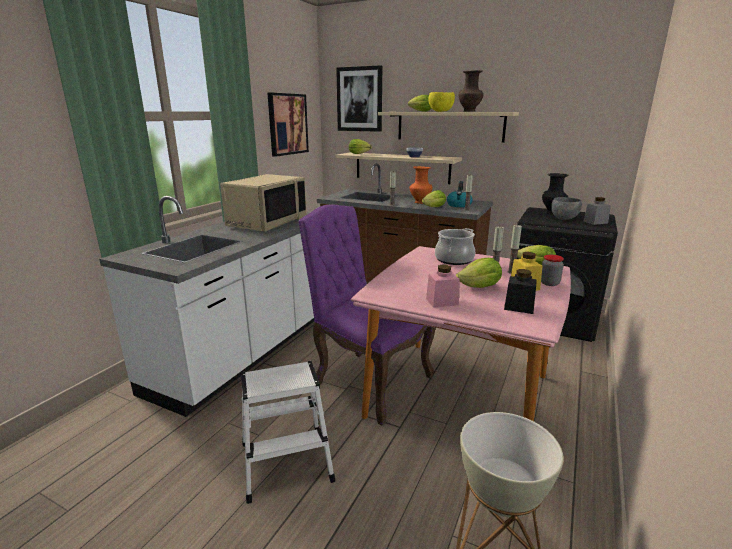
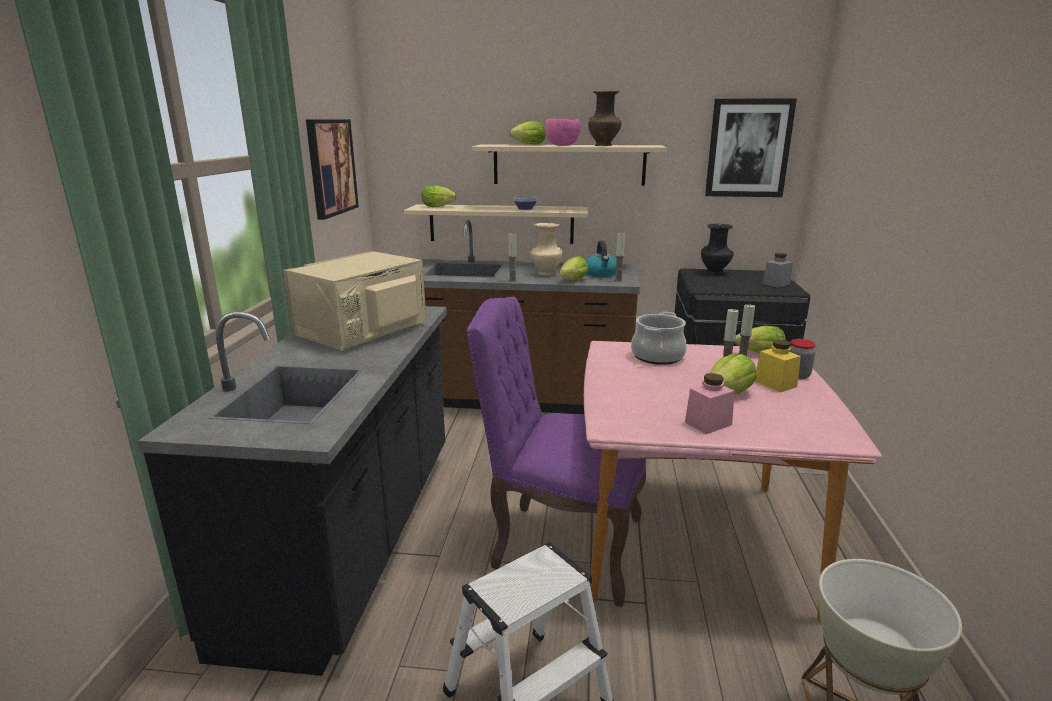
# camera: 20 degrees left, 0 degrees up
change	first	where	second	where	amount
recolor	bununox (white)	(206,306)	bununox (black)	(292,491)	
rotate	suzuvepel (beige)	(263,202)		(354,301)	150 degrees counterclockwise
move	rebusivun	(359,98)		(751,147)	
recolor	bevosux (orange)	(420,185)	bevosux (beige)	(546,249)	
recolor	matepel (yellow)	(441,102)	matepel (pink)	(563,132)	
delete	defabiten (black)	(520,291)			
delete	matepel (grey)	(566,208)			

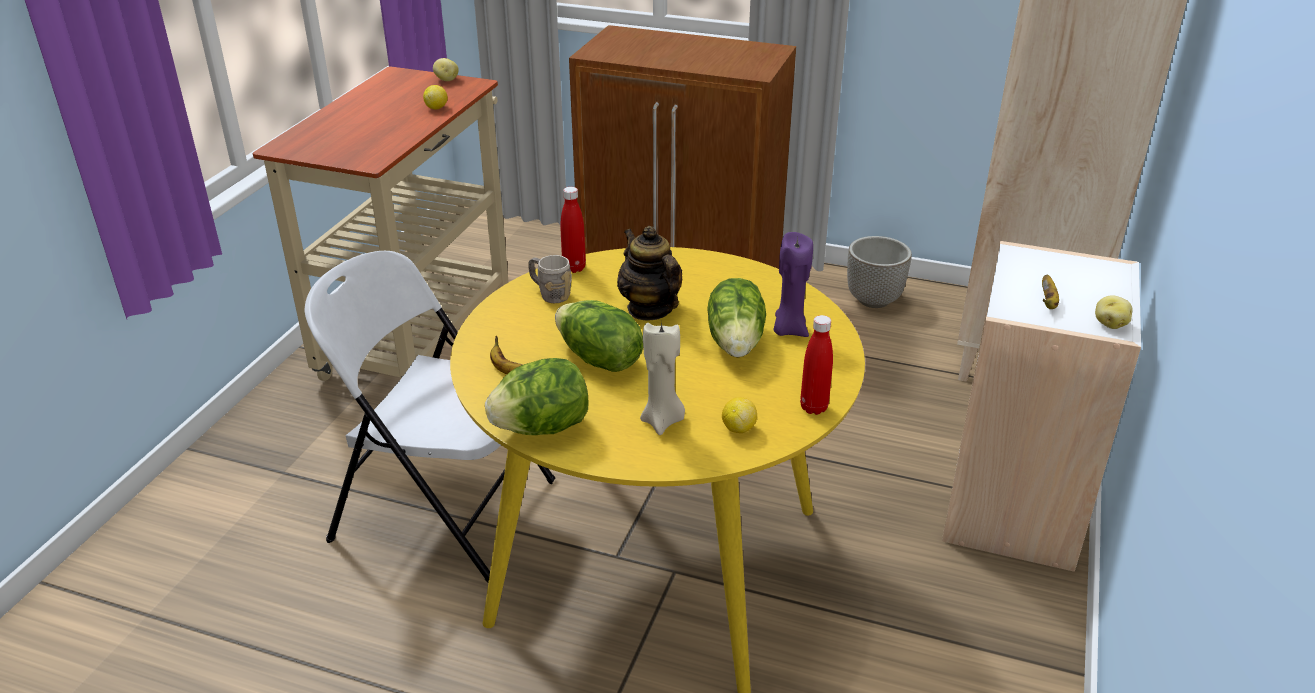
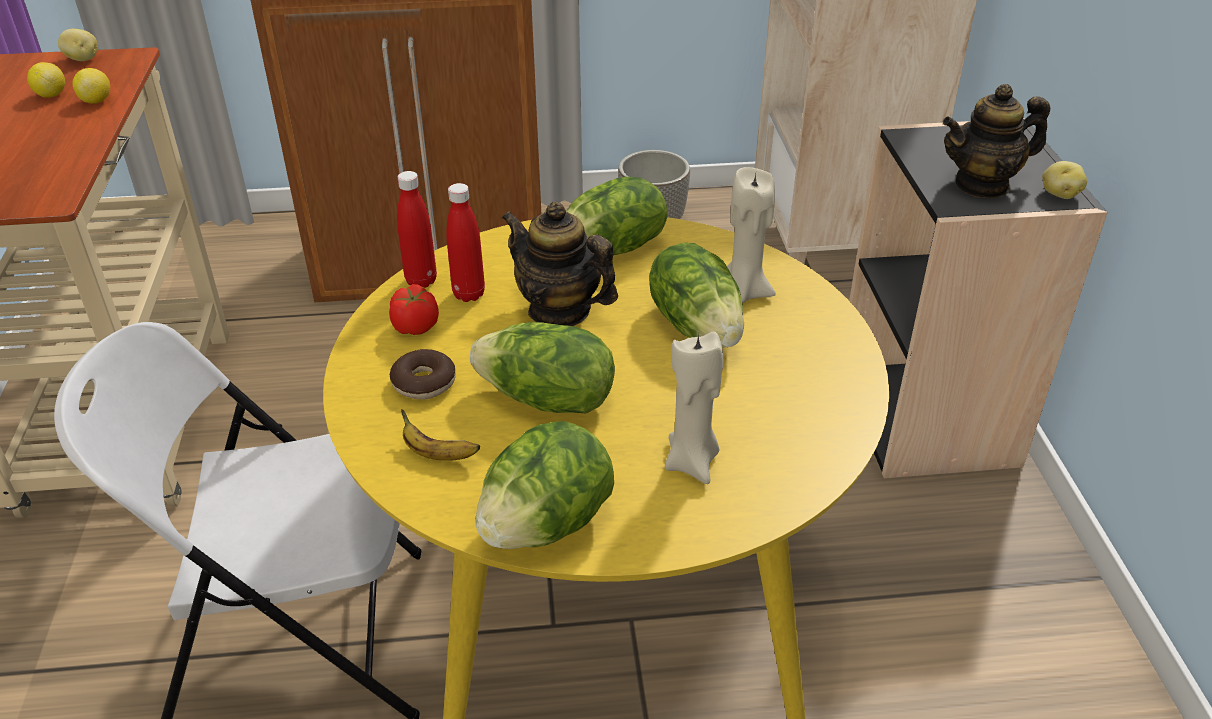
# camera: 25 degrees left, 5 degrees up
change	first	where	second	where	amount
replace	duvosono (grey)	(550,279)	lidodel	(414,309)	
move	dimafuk	(739,415)		(46,79)	
recolor	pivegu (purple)	(793,284)	pivegu (beige)	(751,235)	
move	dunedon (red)	(816,365)		(465,242)	
recolor	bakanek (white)	(1041,406)	bakanek (black)	(978,298)	
replace	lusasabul	(1050,292)	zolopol	(996,141)	
insert			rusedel	(423,374)	
insert			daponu	(617,216)	

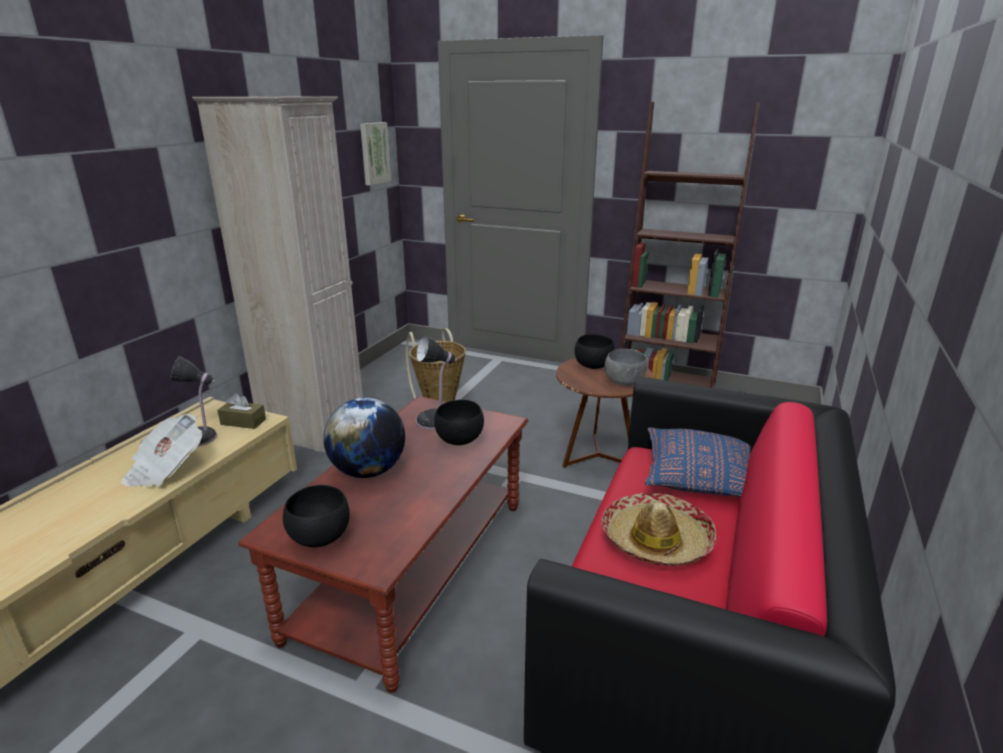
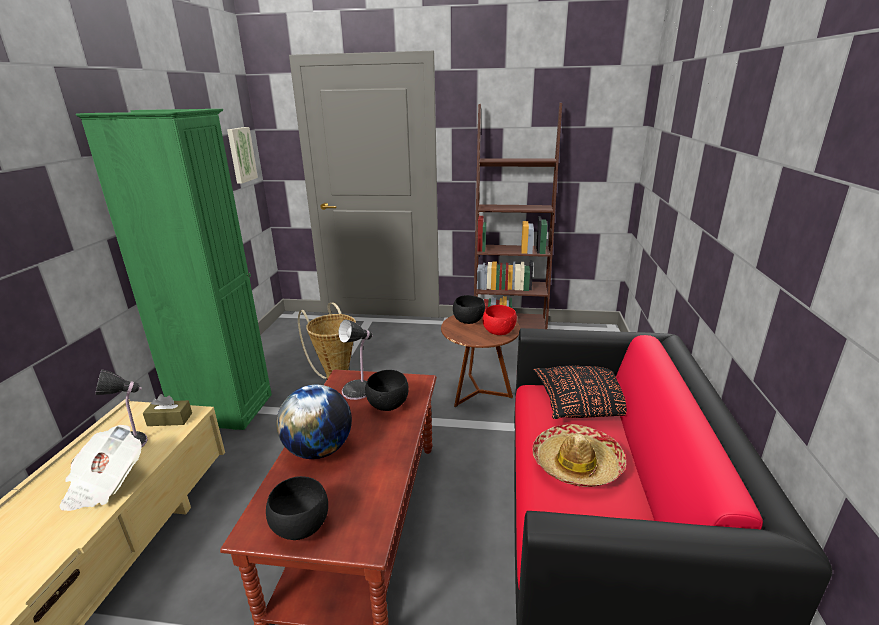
# camera: 15 degrees left, 0 degrees up
change	first	where	second	where	amount
recolor	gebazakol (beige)	(277,274)	gebazakol (green)	(174,269)	
recolor	matepel (grey)	(626,367)	matepel (red)	(500,320)	
recolor	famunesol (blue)	(697,462)	famunesol (black)	(580,392)	

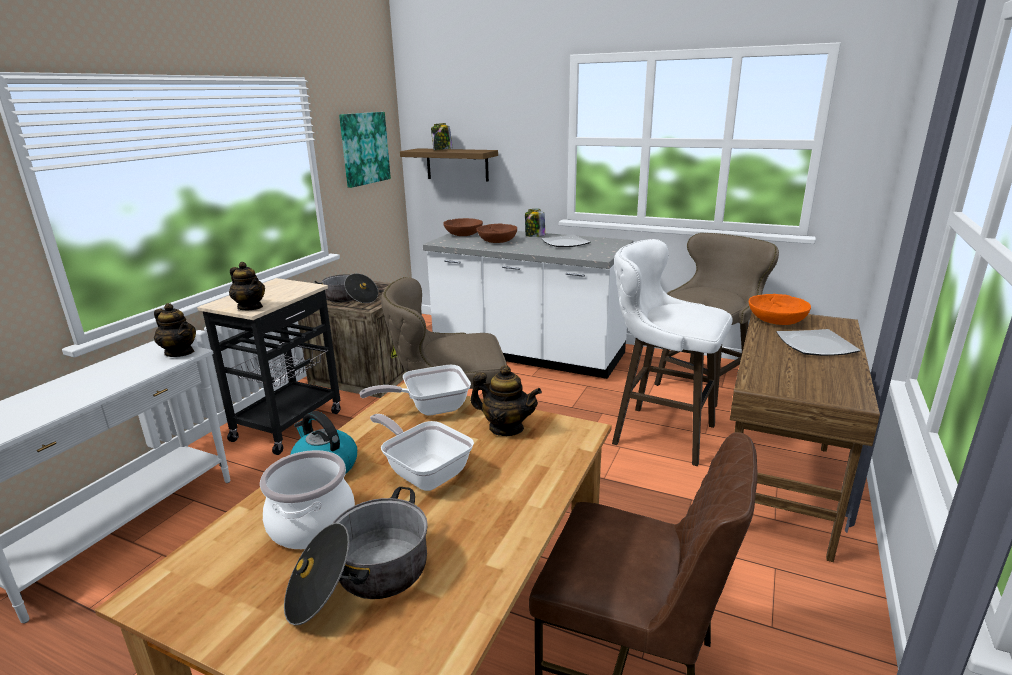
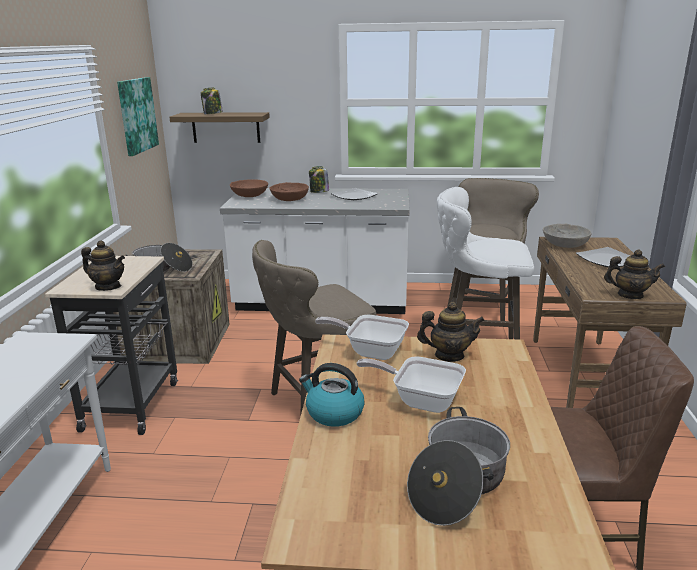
# camera: 20 degrees left, 0 degrees up
change	first	where	second	where	amount
move	zolopol	(175,330)		(634,274)	
delete	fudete	(307,499)			
rotate	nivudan	(415,390)		(362,337)	60 degrees clockwise
recolor	matepel (orange)	(780,309)	matepel (grey)	(567,236)	

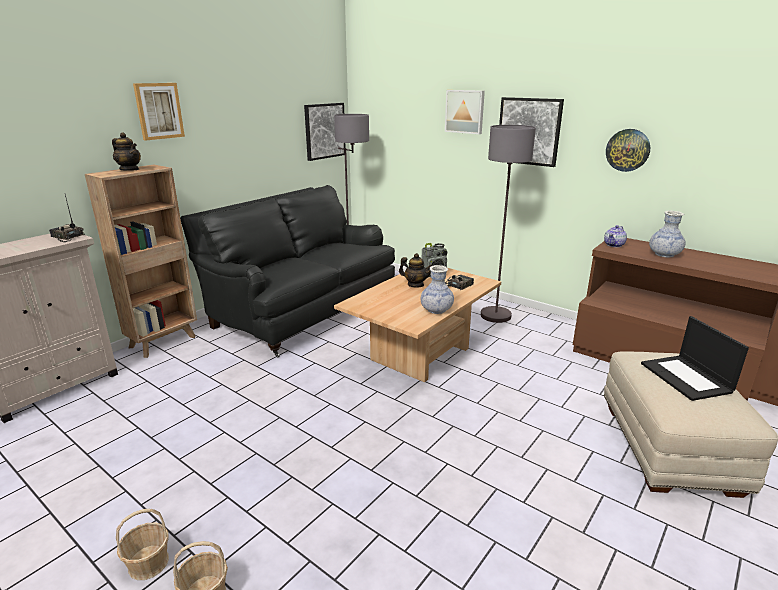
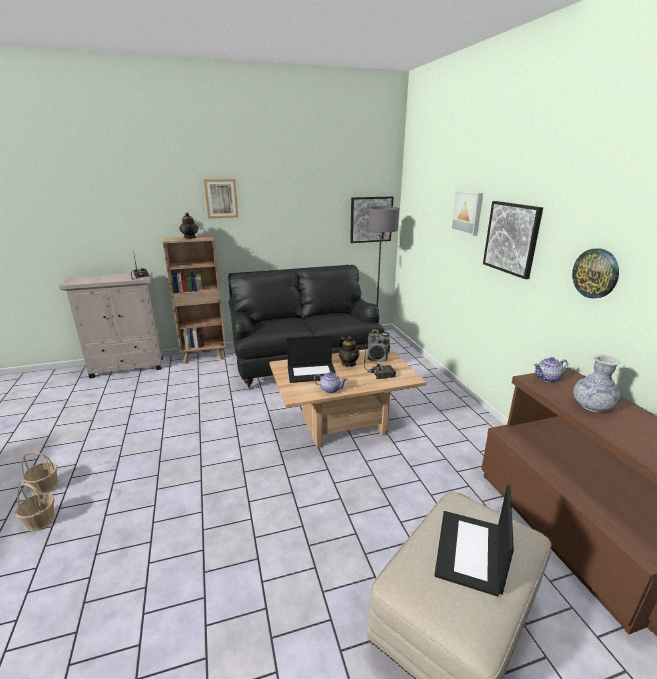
# camera: 35 degrees right, 0 degrees up
change	first	where	second	where	amount
replace	bevosux	(437,289)	zolopol	(330,382)	
delete	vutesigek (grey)	(508,224)			
insert			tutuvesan	(311,359)	

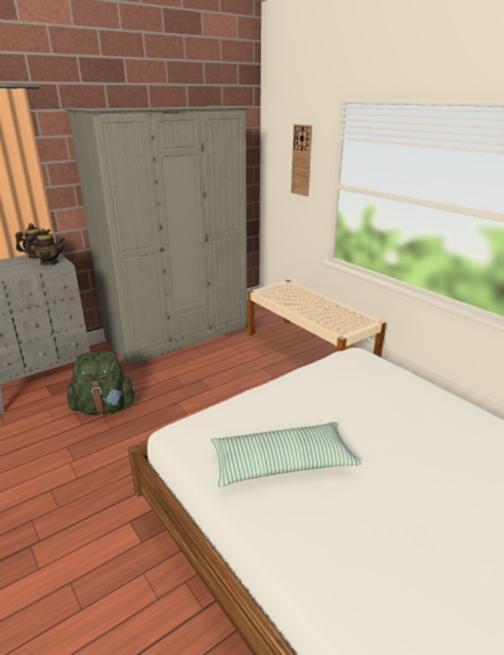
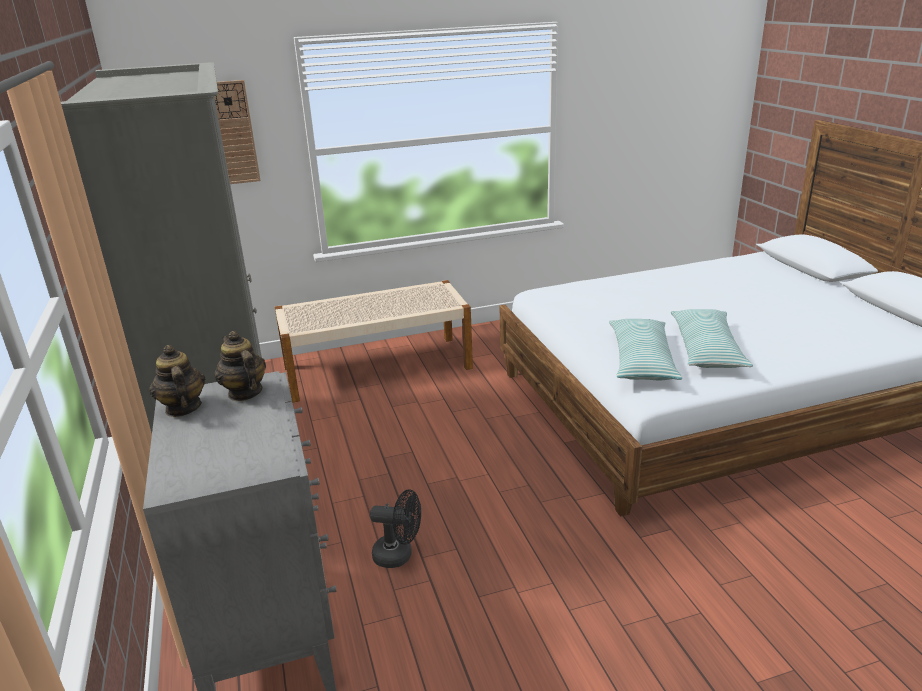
# camera: 70 degrees left, 0 degrees up
change	first	where	second	where	amount
rotate	zolopol	(45,247)		(240,366)	45 degrees counterclockwise
replace	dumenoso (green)	(101,383)	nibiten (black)	(395,528)	
insert			famunesol	(645,349)	

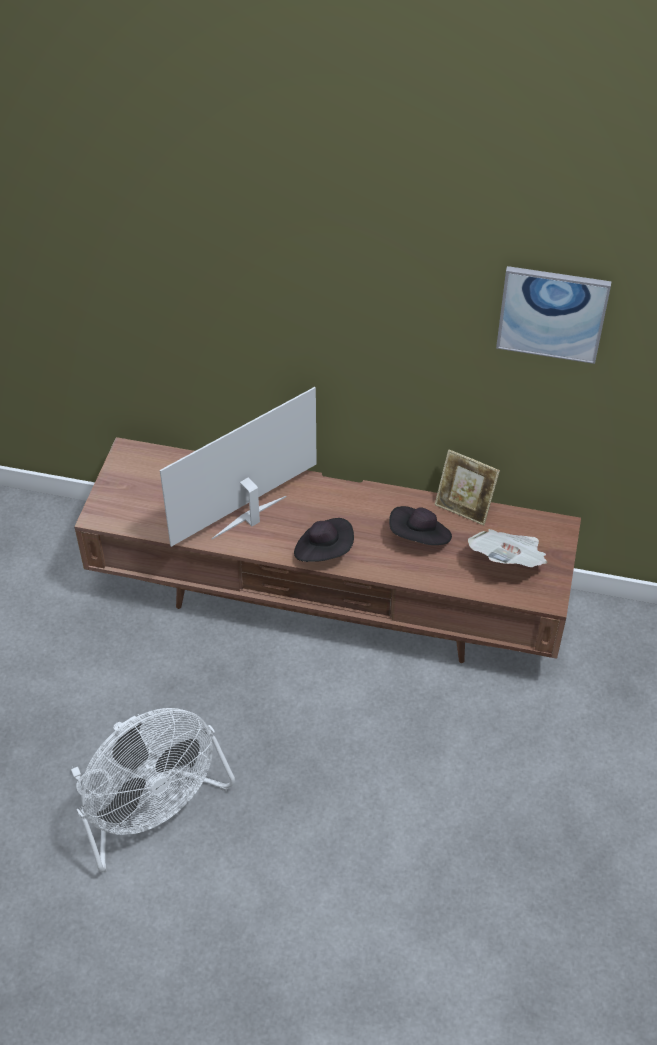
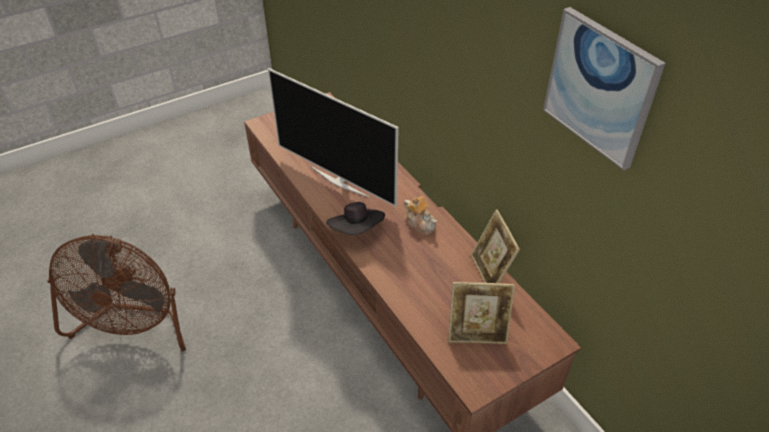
# camera: 45 degrees right, 5 degrees down
change	first	where	second	where	amount
recolor	nibiten (white)	(153,790)	nibiten (brown)	(116,293)	
rotate	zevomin	(238,467)		(333,137)	150 degrees counterclockwise
delete	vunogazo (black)	(420,525)			
replace	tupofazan	(507,548)	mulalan	(481,313)	
insert			zolopol	(420,215)	

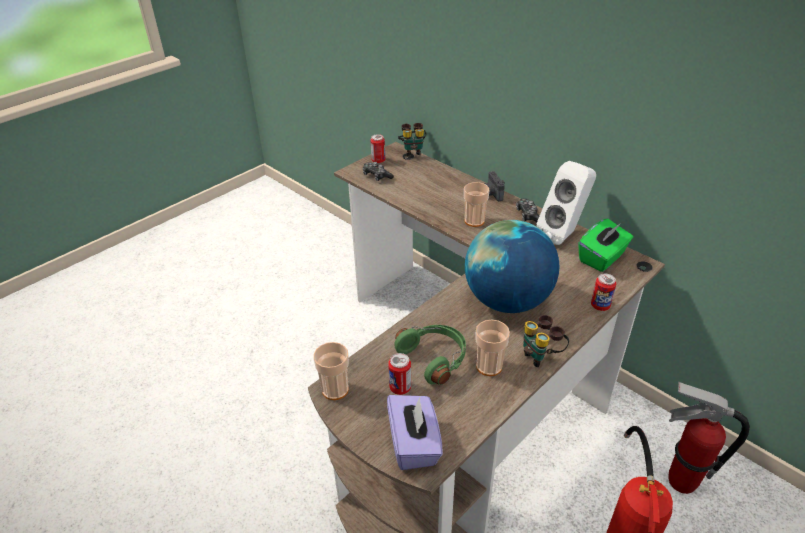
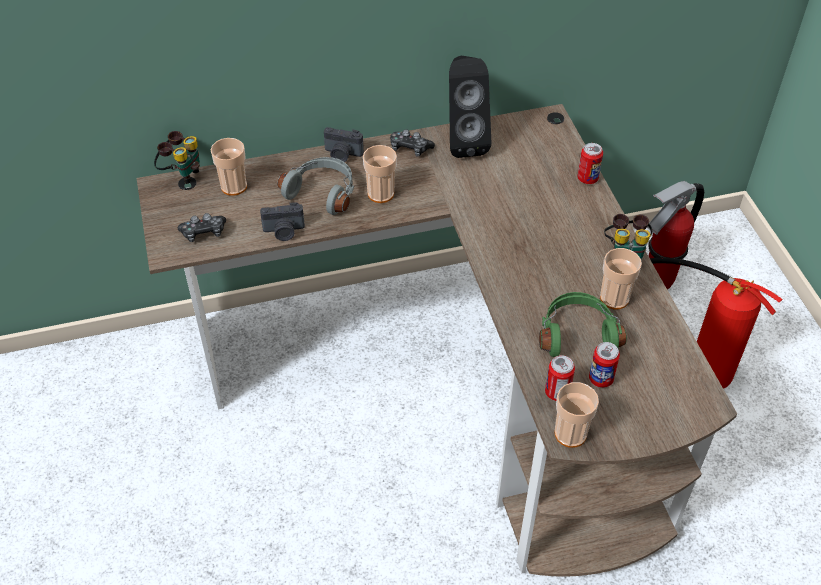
# camera: 60 degrees left, 10 degrees up
change	first	where	second	where	amount
move	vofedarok	(377,148)		(560,378)	
delete	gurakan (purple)	(415,432)			
delete	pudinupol	(512,266)			
recolor	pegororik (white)	(566,203)	pegororik (black)	(470,107)	
delete	gurakan (green)	(606,245)			
insert			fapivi	(229,167)	
insert			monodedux	(282,222)	
insert			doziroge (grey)	(315,186)	

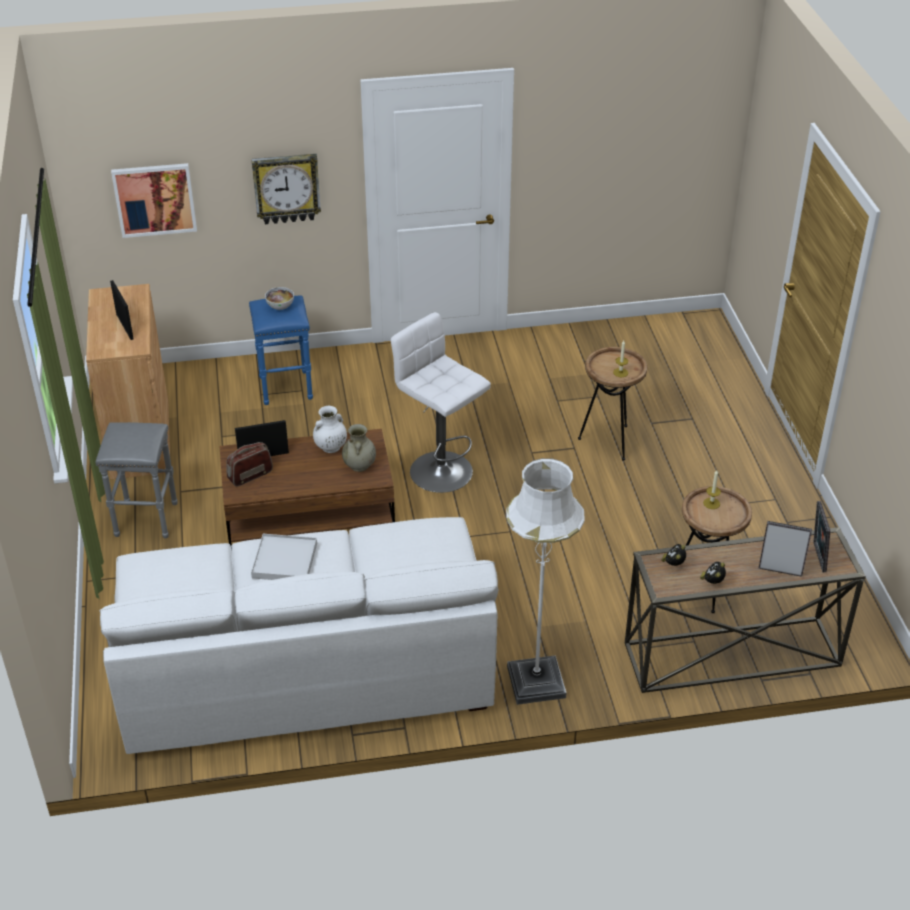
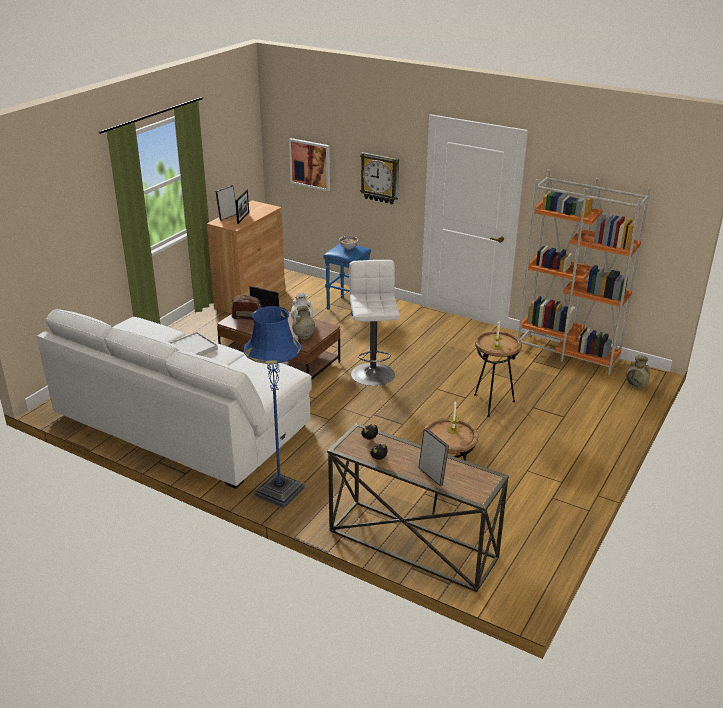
# camera: 40 degrees right, 10 degrees down
change	first	where	second	where	amount
delete	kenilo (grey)	(136,480)			
recolor	vutesigek (white)	(545,581)	vutesigek (blue)	(274,407)	
move	mulalan	(821,537)		(225,203)	
insert			bakanek (orange)	(584,272)	
insert			bevosux (beige)	(638,372)	

